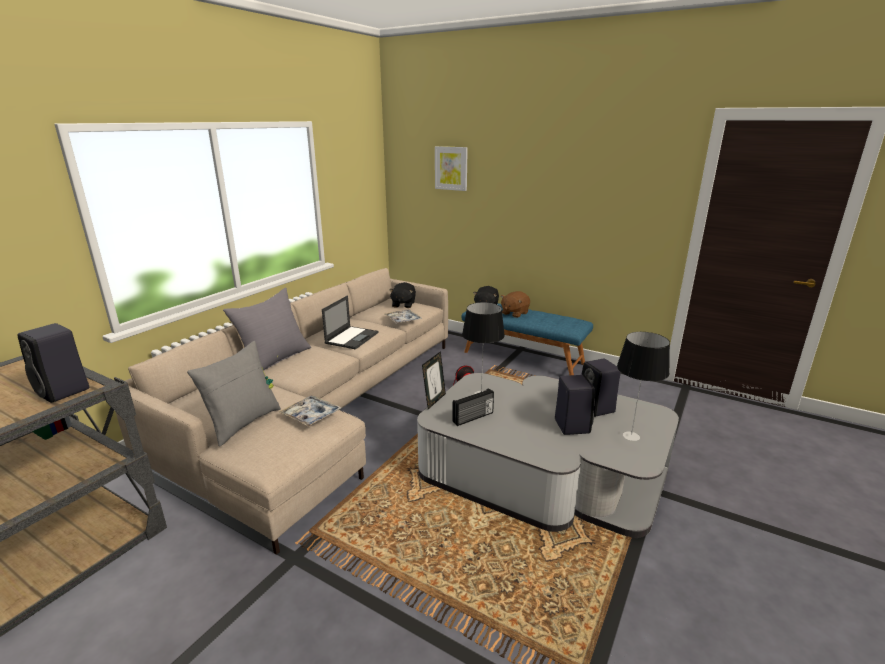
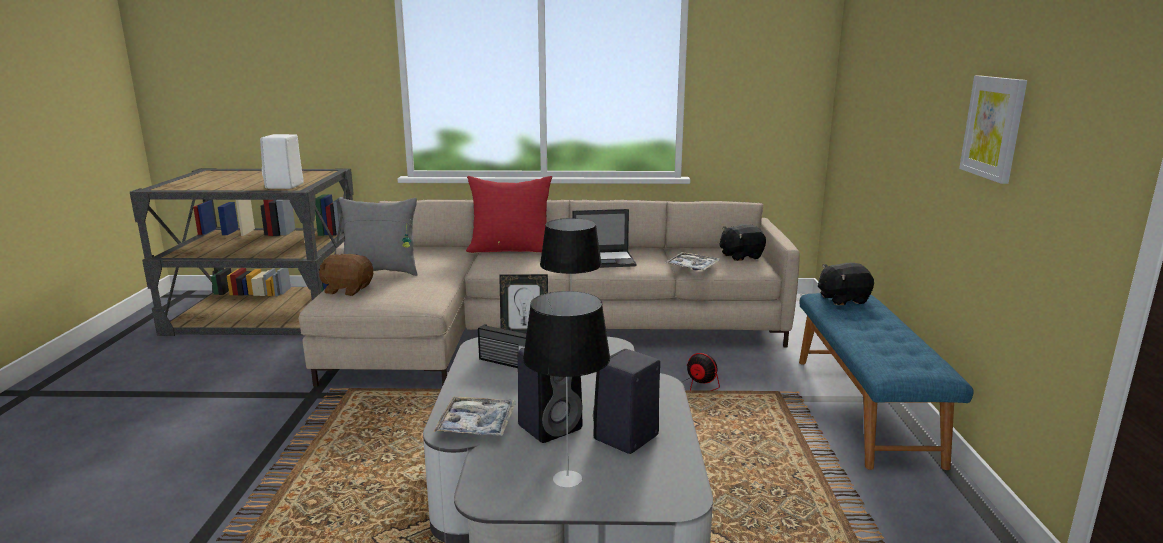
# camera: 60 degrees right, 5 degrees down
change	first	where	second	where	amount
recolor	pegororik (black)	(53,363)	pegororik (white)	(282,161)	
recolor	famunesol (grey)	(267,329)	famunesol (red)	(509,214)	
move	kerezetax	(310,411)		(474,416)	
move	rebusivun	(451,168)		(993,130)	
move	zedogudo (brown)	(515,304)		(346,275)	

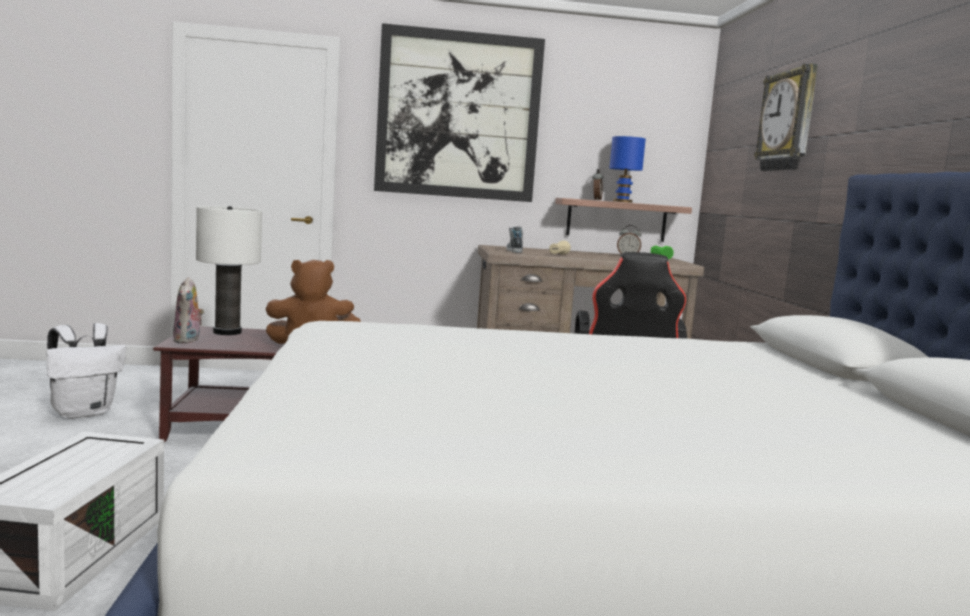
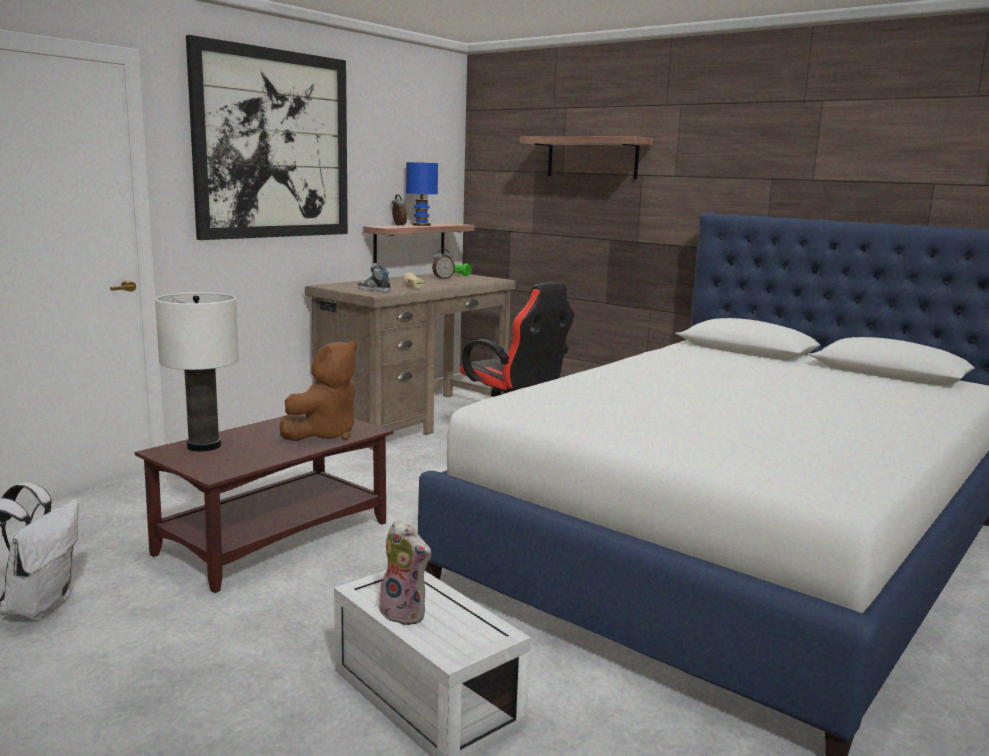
# camera: 45 degrees left, 5 degrees up
change	first	where	second	where	amount
move	zedogudo	(188,310)		(405,573)	
replace	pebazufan	(786,117)	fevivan	(586,157)	

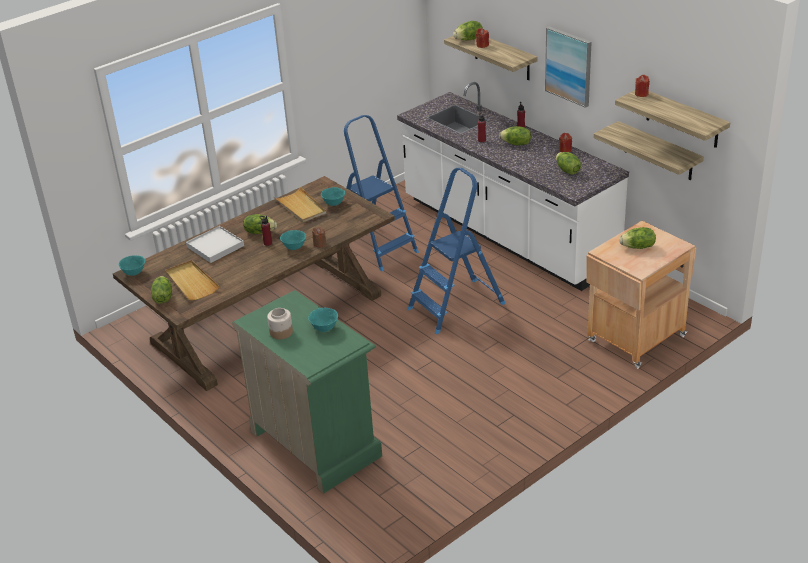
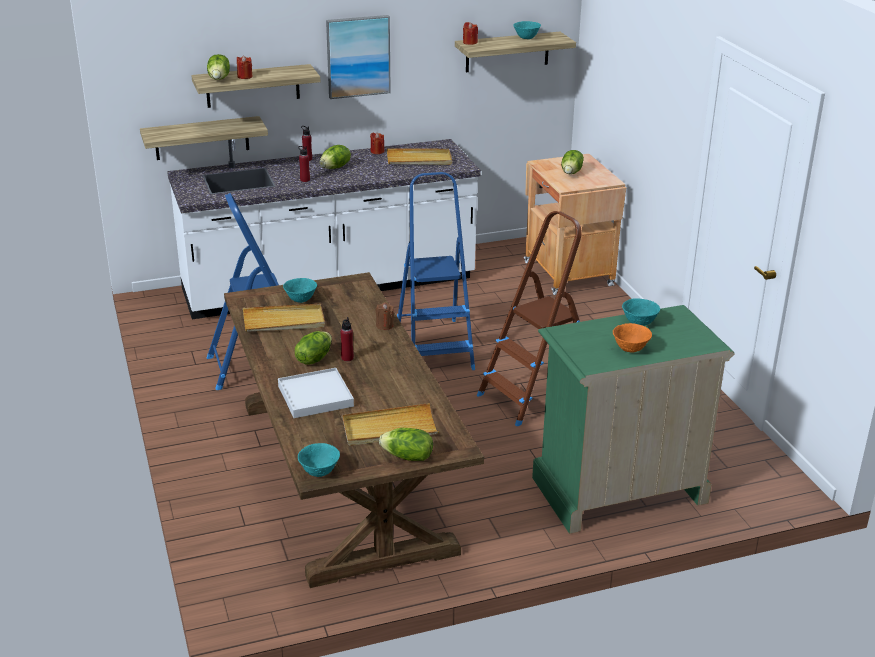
# camera: 70 degrees left, 5 degrees down
change	first	where	second	where	amount
replace	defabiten	(280,323)	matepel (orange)	(632,337)	
move	matepel (turquoise)	(293,240)		(527,30)	
replace	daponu	(568,163)	kerezetax (beige)	(419,156)	
move	fevivan	(649,150)		(204,138)	
insert			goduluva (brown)	(529,318)	

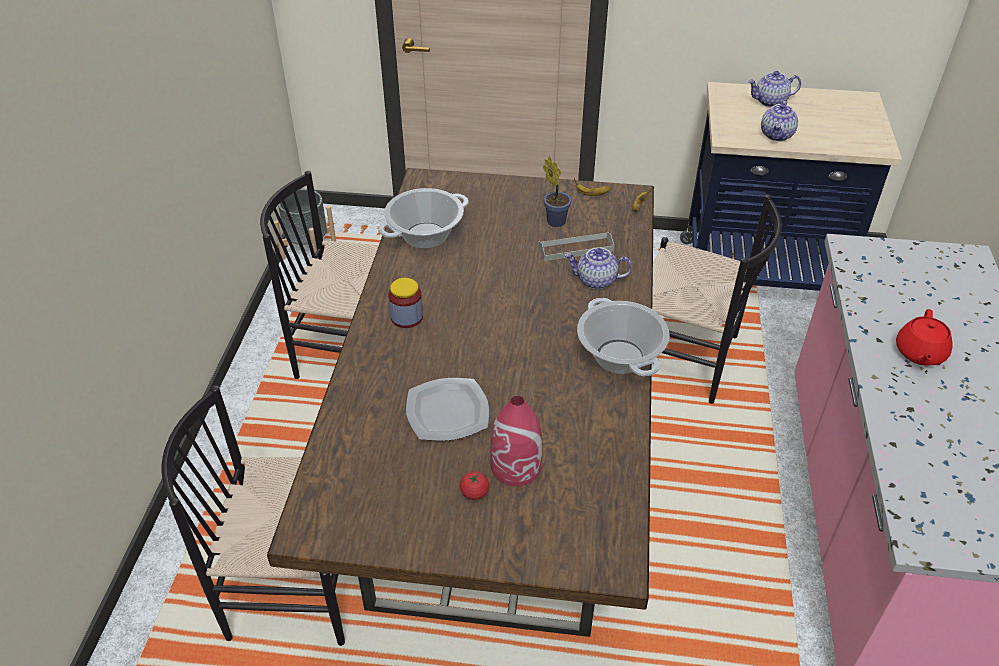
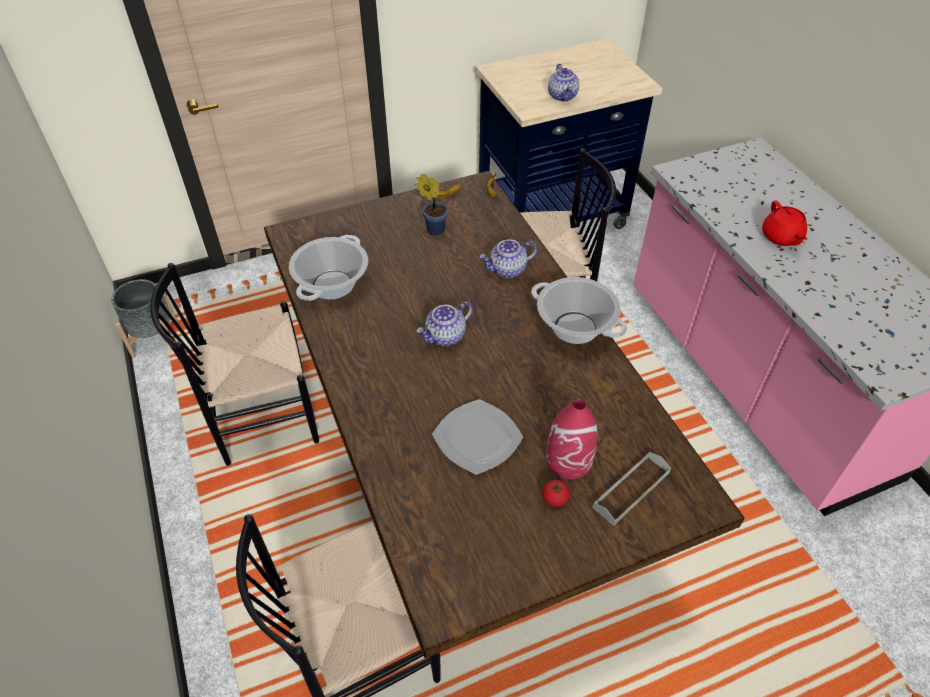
# camera: 30 degrees left, 5 degrees up
change	first	where	second	where	amount
delete	defabiten	(405,303)			
move	kerezetax (grey)	(576,246)		(631,489)	
move	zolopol	(774,89)		(445,323)	

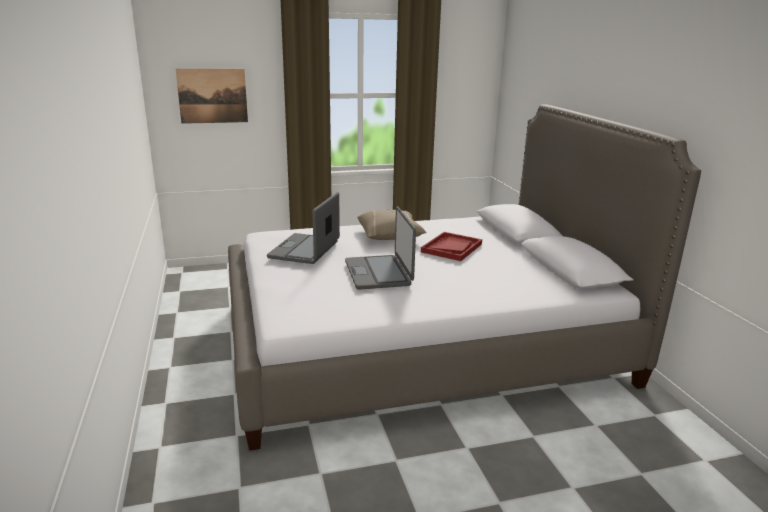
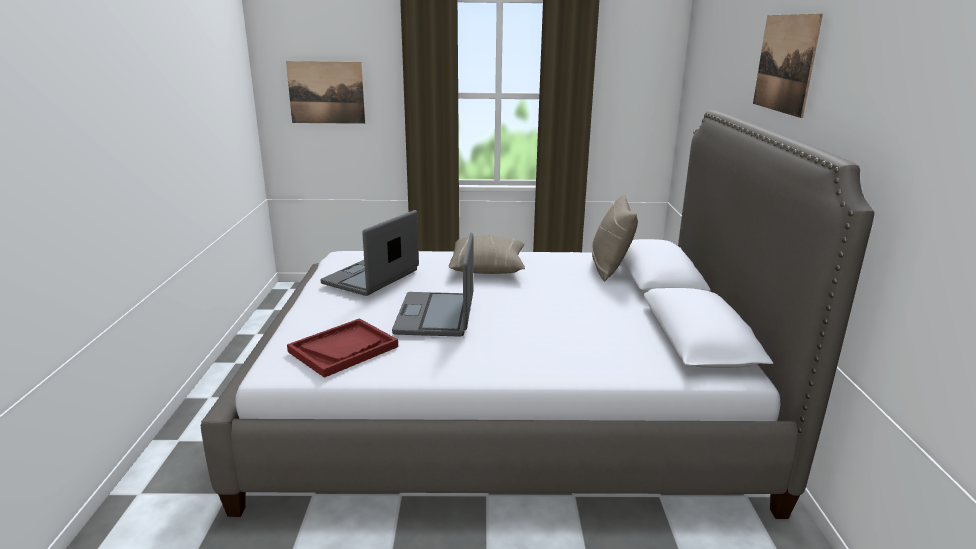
# camera: 15 degrees right, 0 degrees up
change	first	where	second	where	amount
move	kerezetax (red)	(451,246)		(342,348)	
insert			famunesol (beige)	(614,238)	
insert			rebusivun	(788,66)	

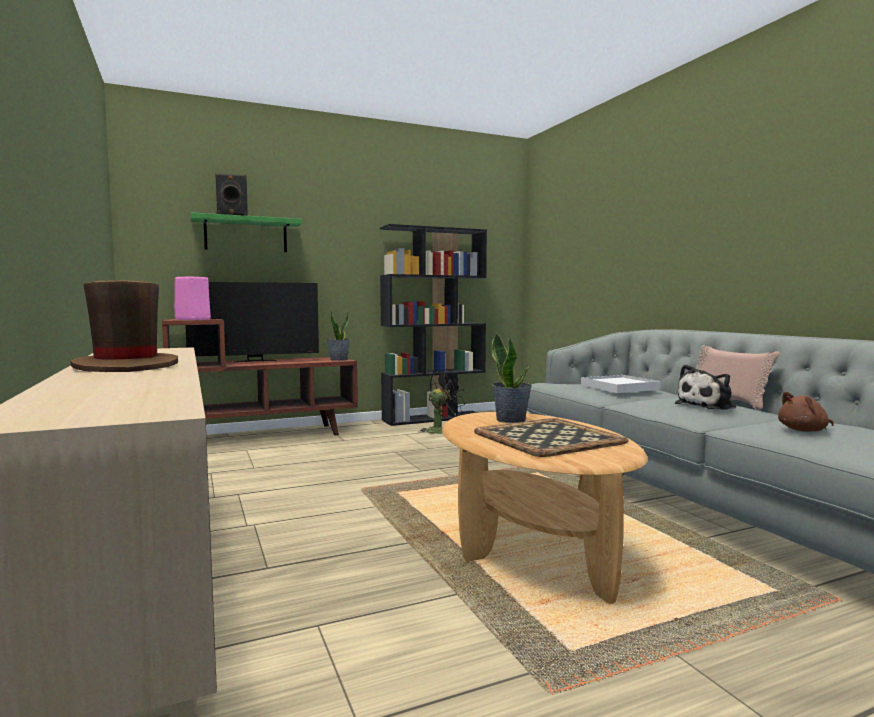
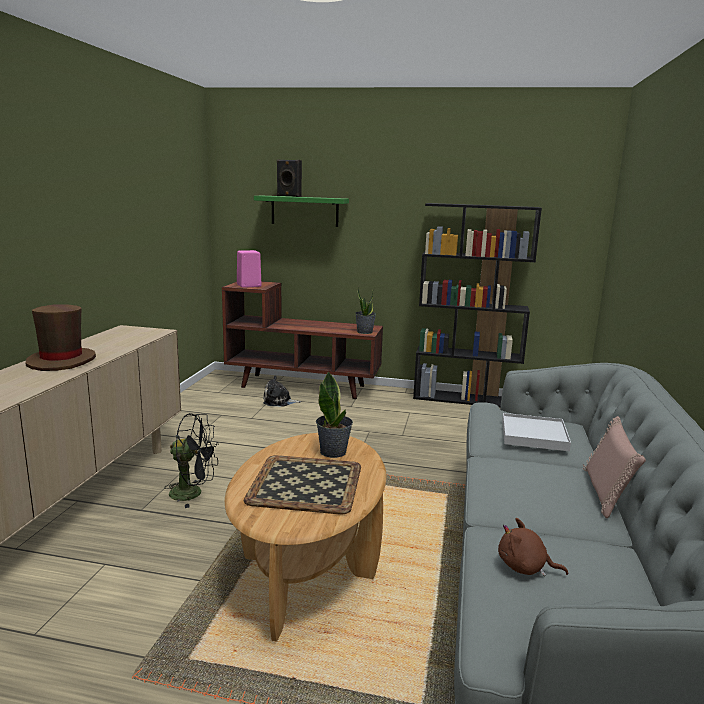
# camera: 35 degrees right, 10 degrees up
change	first	where	second	where	amount
delete	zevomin	(252,322)			
move	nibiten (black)	(442,401)		(191,460)	
move	zedogudo	(705,387)		(282,391)	

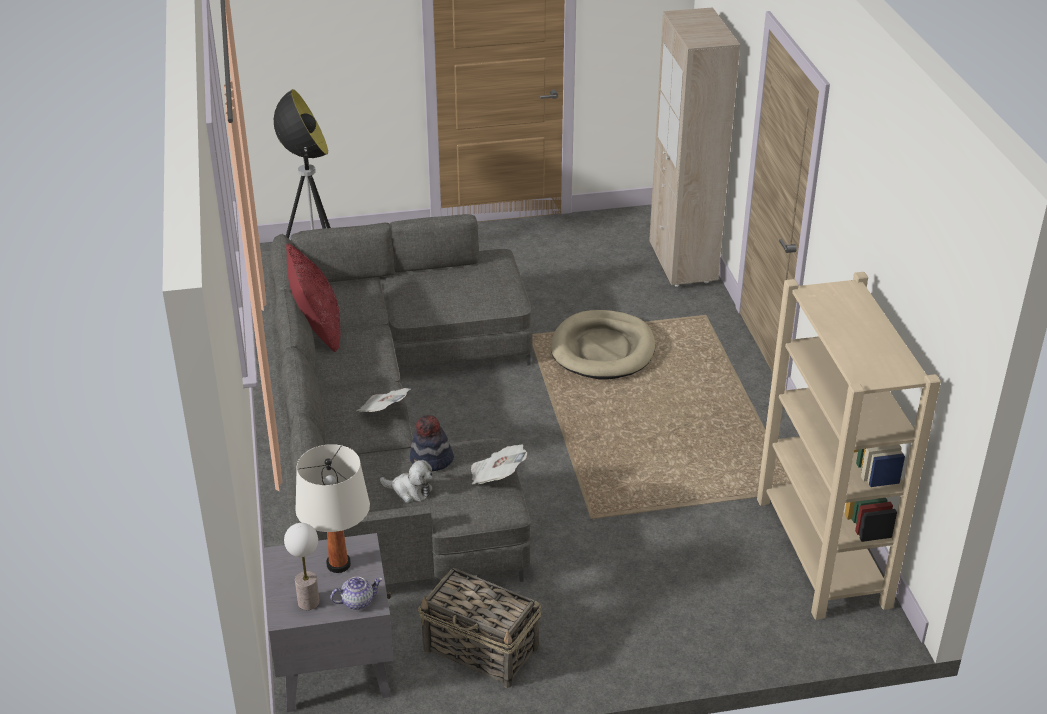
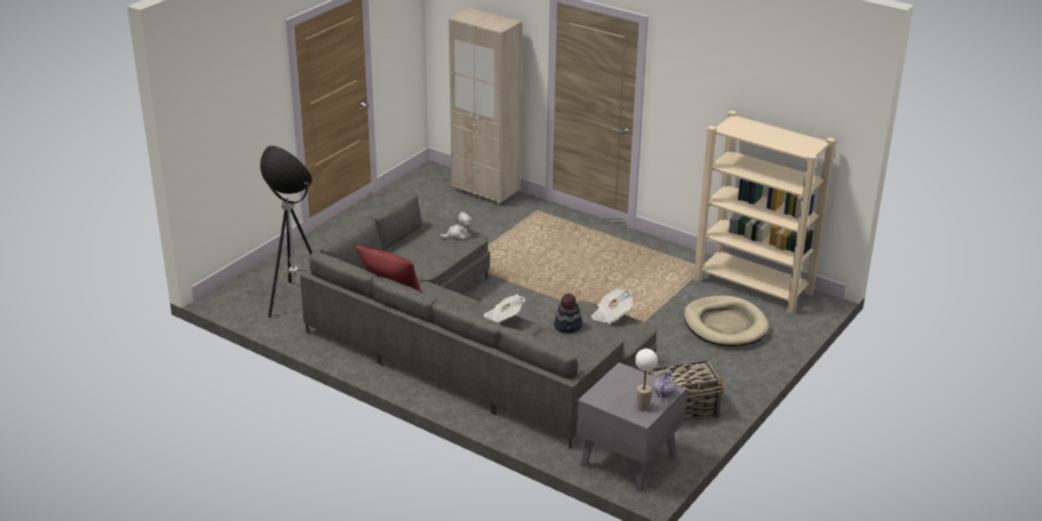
# camera: 45 degrees left, 5 degrees down
change	first	where	second	where	amount
delete	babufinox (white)	(332,508)			
move	zedogudo	(406,481)		(456,226)	
move	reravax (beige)	(603,345)		(726,321)	

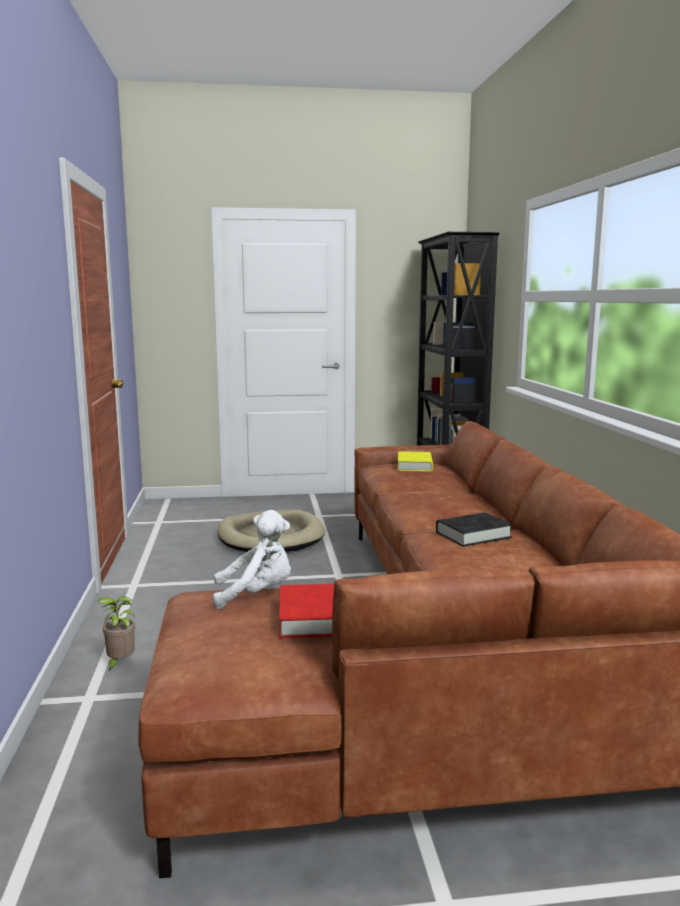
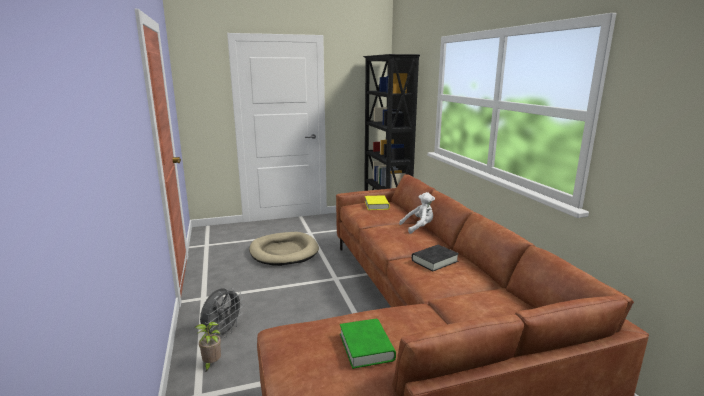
# camera: 10 degrees left, 5 degrees up
change	first	where	second	where	amount
move	zedogudo (white)	(252,559)		(417,213)	
recolor	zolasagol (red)	(306,611)	zolasagol (green)	(368,344)	
insert			nibiten (grey)	(222,313)	

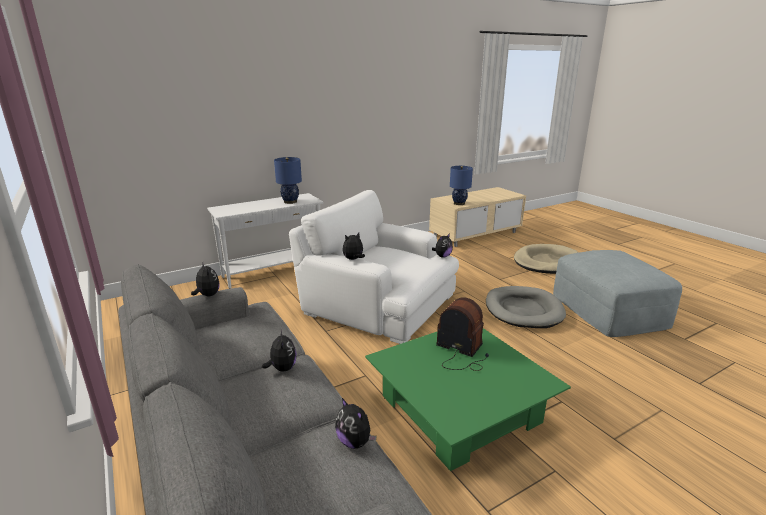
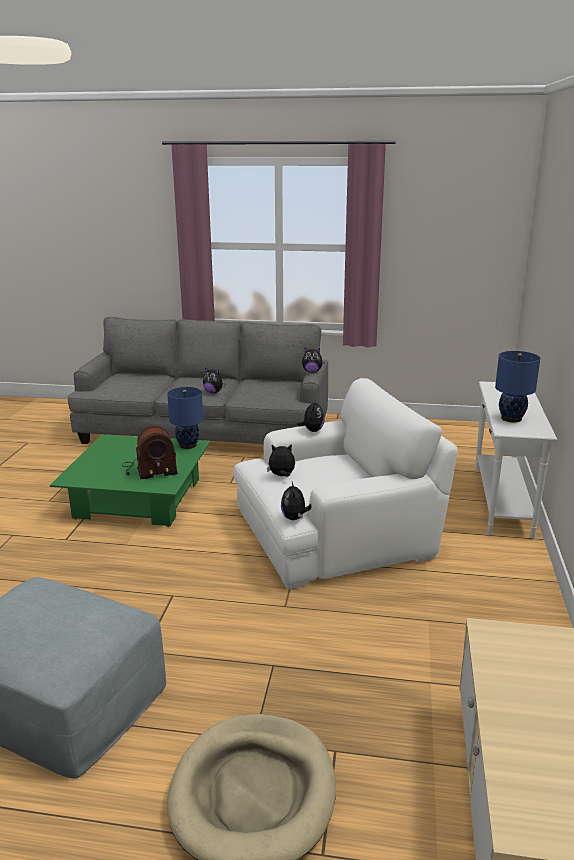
# camera: 130 degrees right, 0 degrees up
change	first	where	second	where	amount
move	zedogudo	(356,423)		(281,460)	
move	babufinox (blue)	(461,185)		(185,418)	
delete	reravax (grey)	(526,307)			

